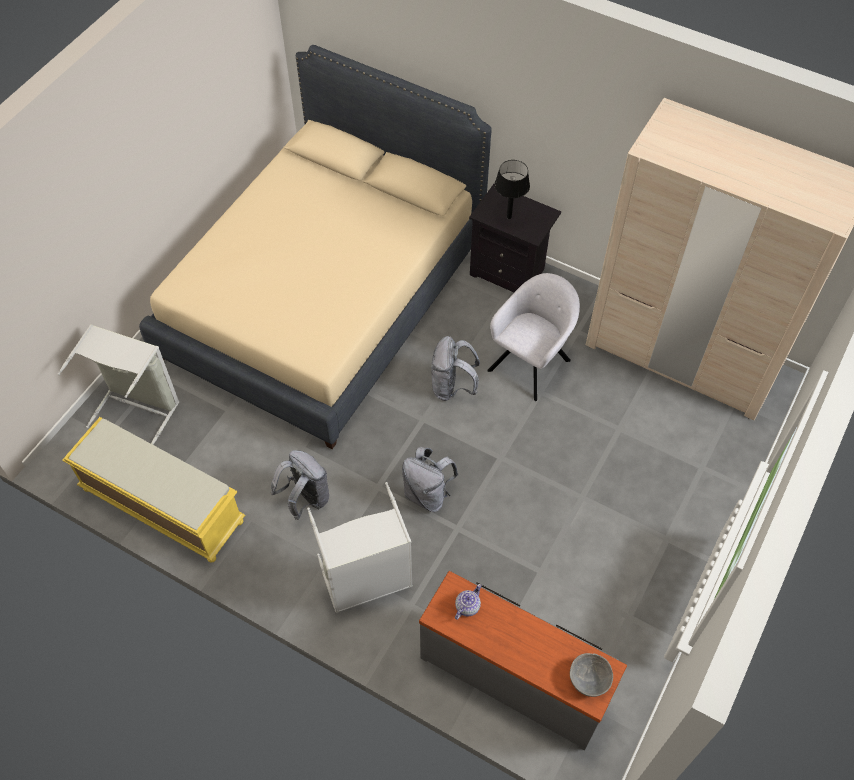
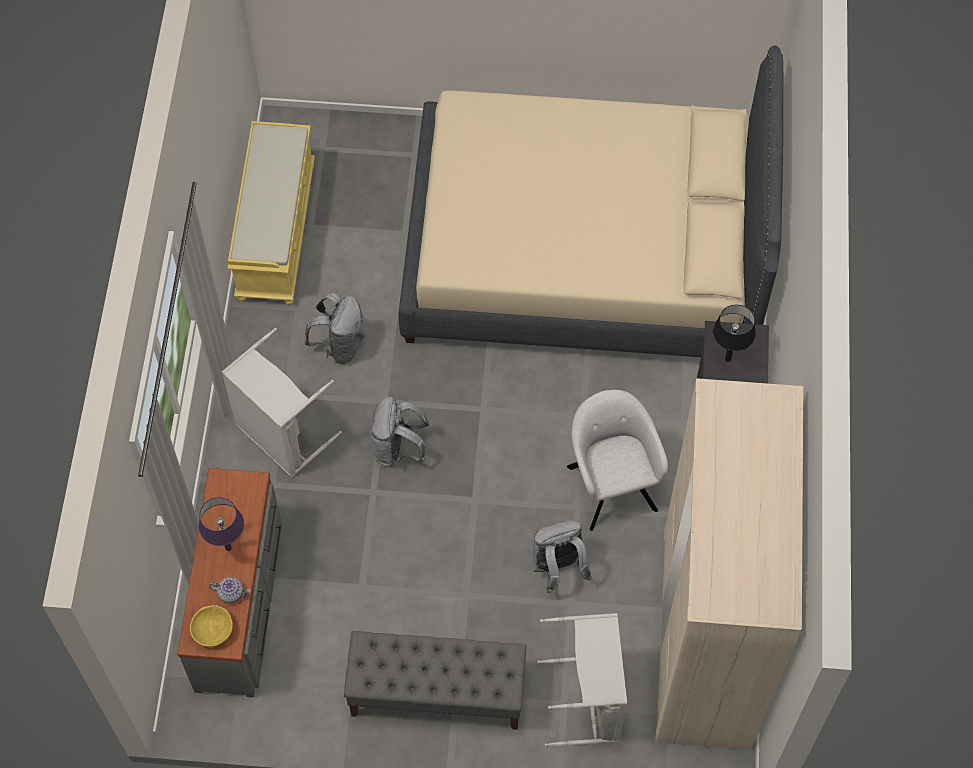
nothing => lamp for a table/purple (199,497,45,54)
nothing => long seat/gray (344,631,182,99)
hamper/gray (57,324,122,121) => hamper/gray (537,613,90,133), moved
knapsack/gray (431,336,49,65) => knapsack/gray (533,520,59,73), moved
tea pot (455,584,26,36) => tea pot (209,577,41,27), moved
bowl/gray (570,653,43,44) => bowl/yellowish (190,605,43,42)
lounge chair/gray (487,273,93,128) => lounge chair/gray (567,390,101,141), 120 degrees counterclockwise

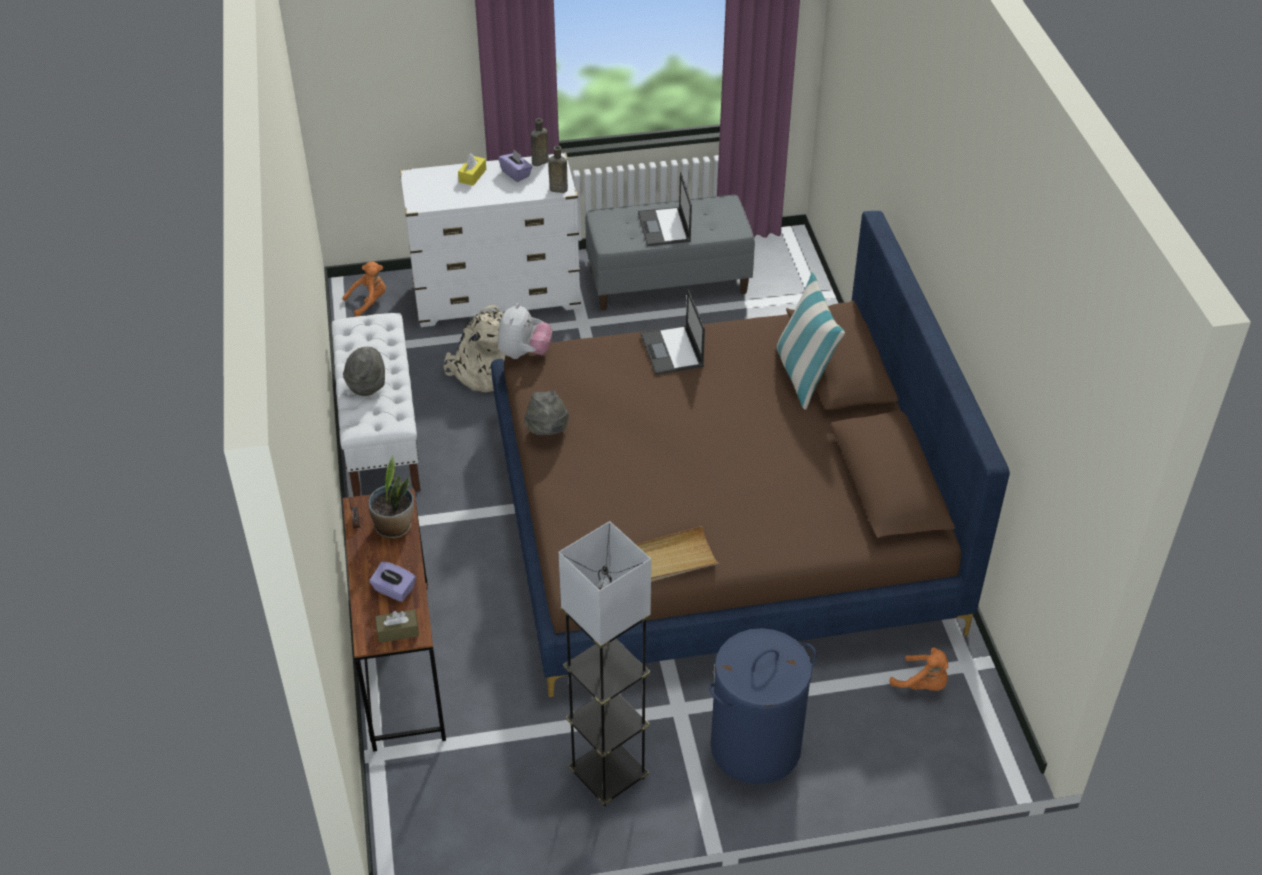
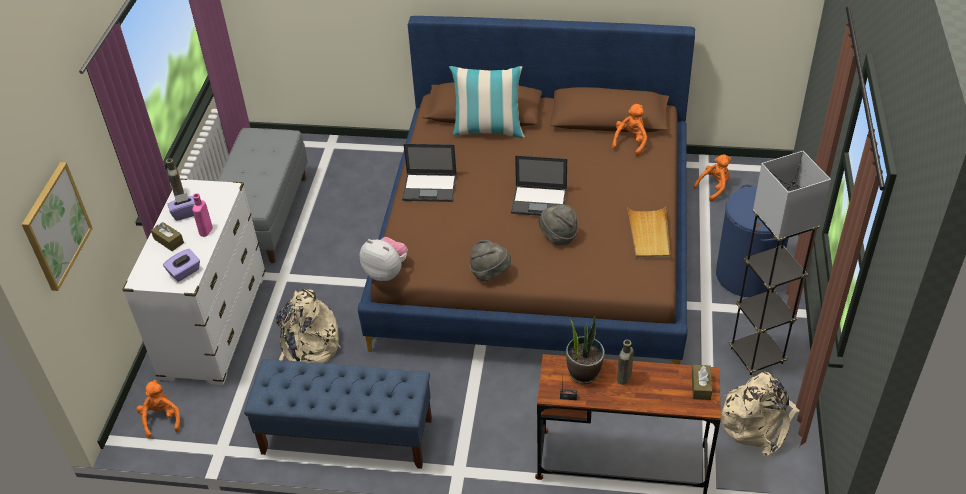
nothing => wall art (22,162,71,129)
nothing => drink bottle/pinkish (192,193,21,44)
nothing => cuddly toy/orange-coloured (612,104,35,52)
nothing => knapsack/beige-coloured (722,372,77,84)
clothing hat/gray (343,347,42,49) => clothing hat/gray (538,204,40,41), moved
tissue holder/purple (369,561,47,41) => tissue holder/purple (163,249,37,33), moved
drink bottle/brownish (548,146,20,47) => drink bottle/brownish (616,340,18,45), moved
notebook computer (638,172,54,74) => notebook computer (511,155,56,61), moved
long seat/white (332,313,89,184) => long seat/bluish (244,359,188,110)
tissue holder/yellowish (458,153,28,33) => tissue holder/brownish (151,222,33,29)

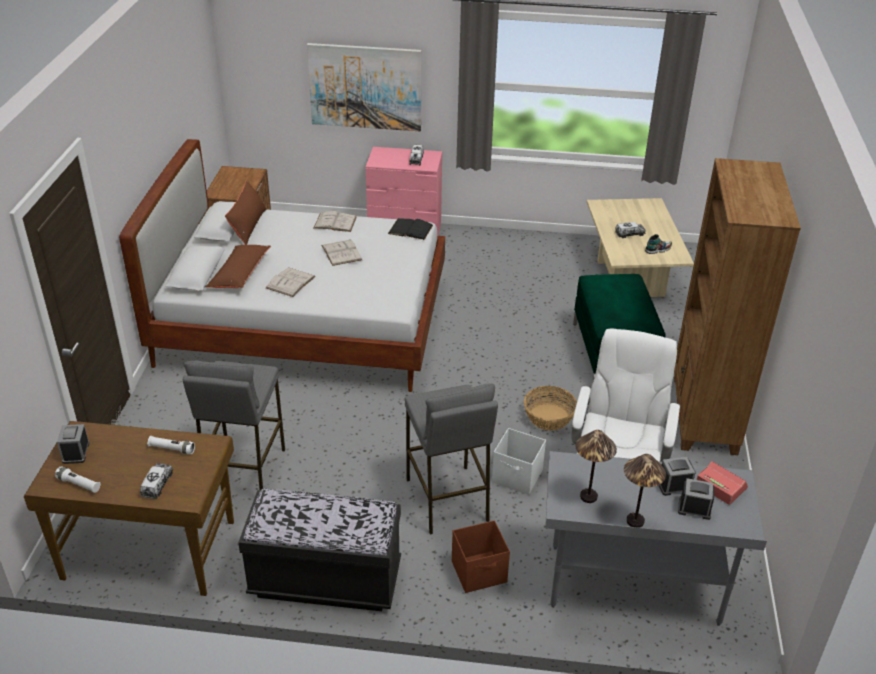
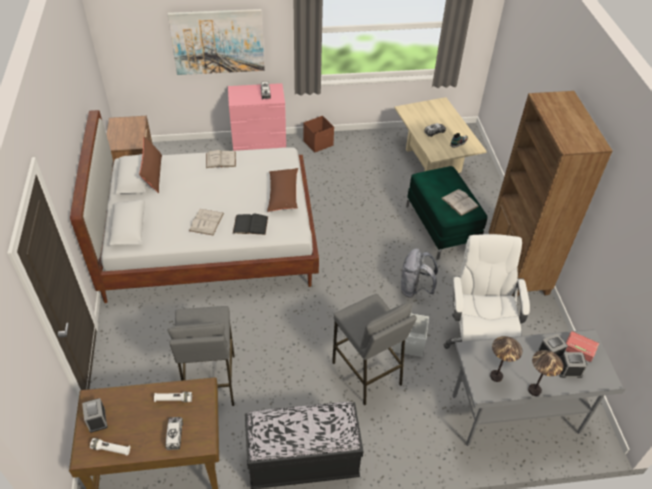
throw pillow/brownish (206,245,65,43) => throw pillow/brownish (267,168,31,44), moved
bound book/white (321,239,41,27) => bound book/white (441,189,38,27), moved
bound book/black (388,218,45,22) => bound book/black (233,214,35,21), moved
storage bin/brownish (452,520,58,73) => storage bin/brownish (304,116,30,37), moved
basket (524,386,53,45) => knapsack/gray (401,248,37,50)

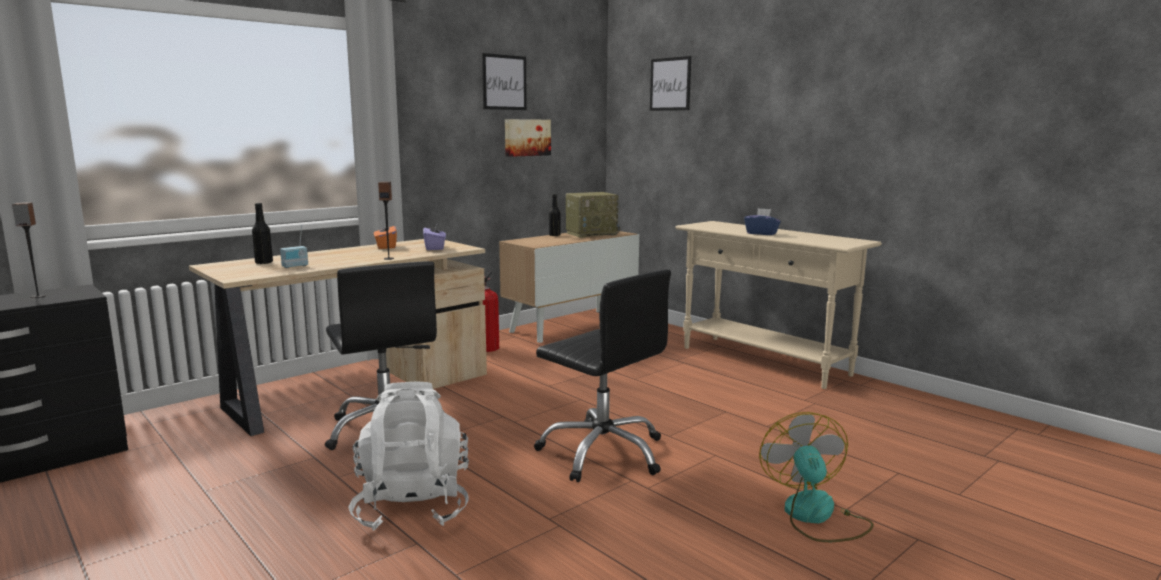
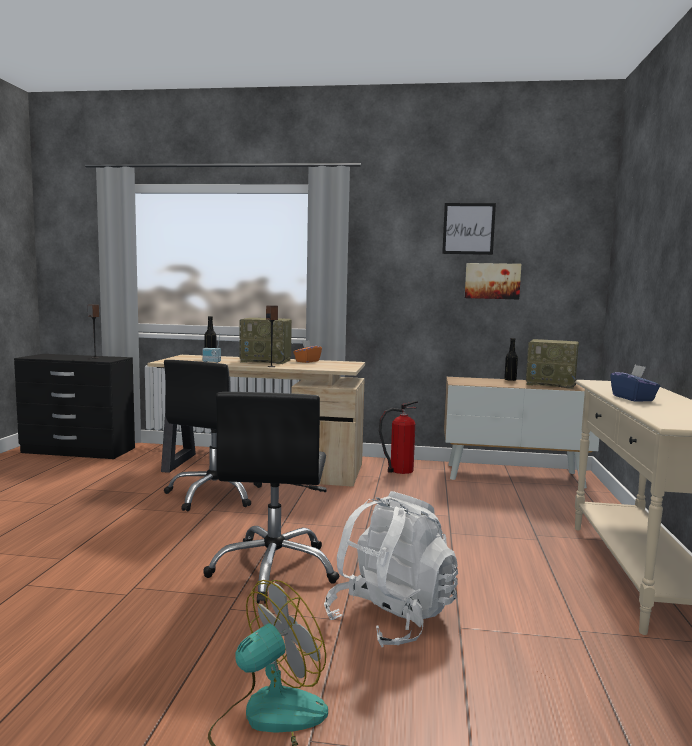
tissue holder/purple (423,222,23,28) => nothing
wall art (650,56,41,55) => nothing
nothing => radio receiver (239,318,53,46)
knapsack/white (348,381,121,150) => knapsack/white (324,491,134,156), moved

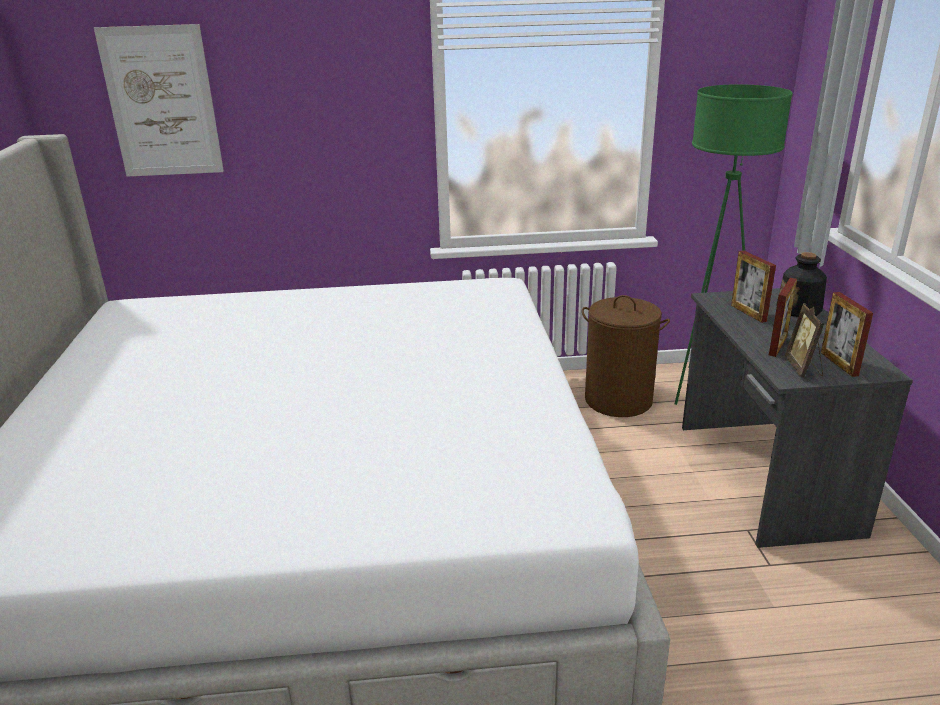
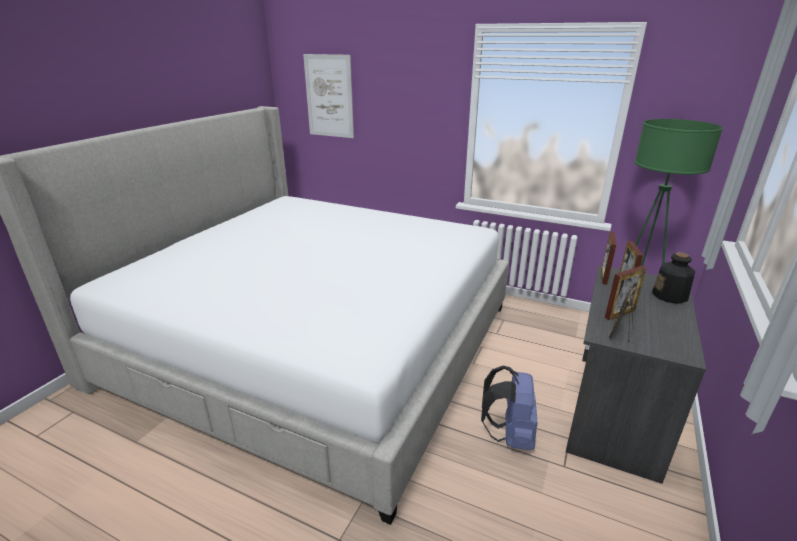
hamper/brownish (582,295,88,122) => nothing
nothing => knapsack/bluish (481,366,57,84)
standing frame (821,292,52,85) => standing frame (601,232,15,53), moved

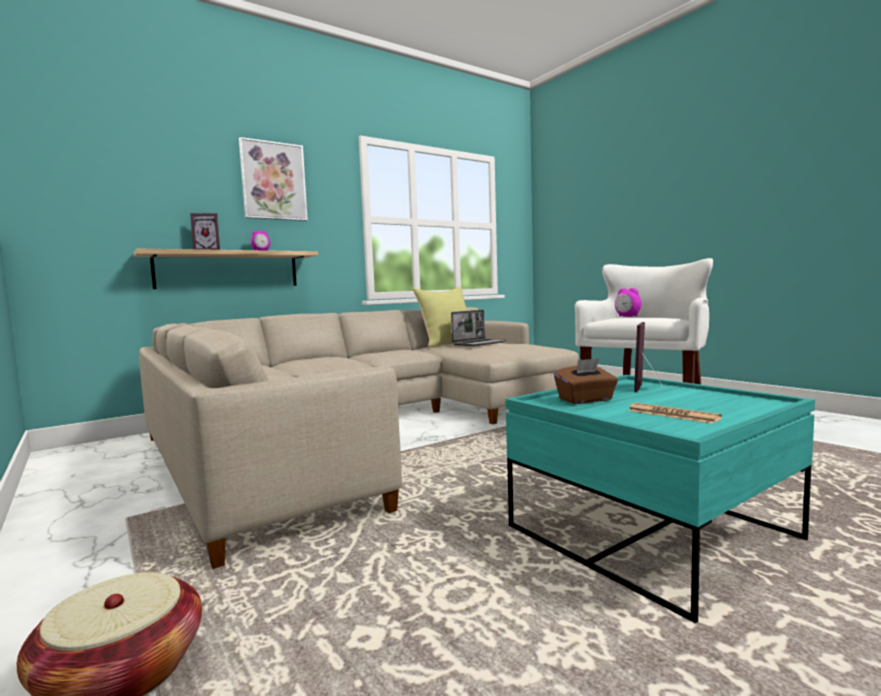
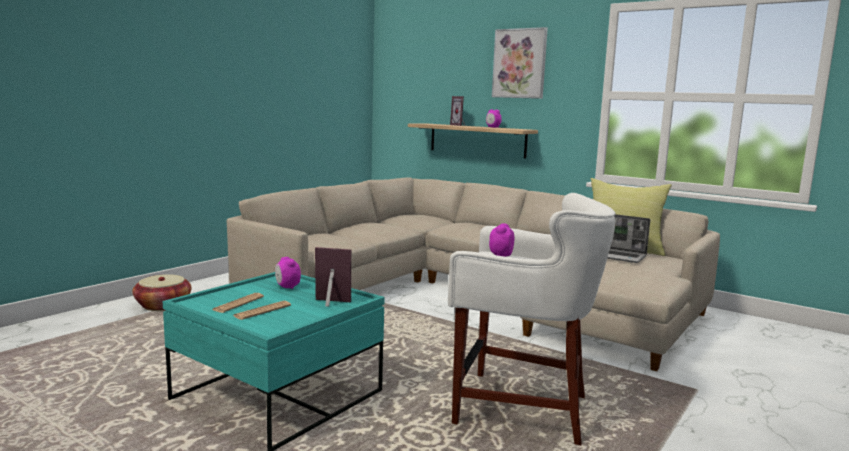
nothing => newspaper (234,301,57,19)
tissue holder/brownish (554,358,64,46) => table clock (275,257,26,32)

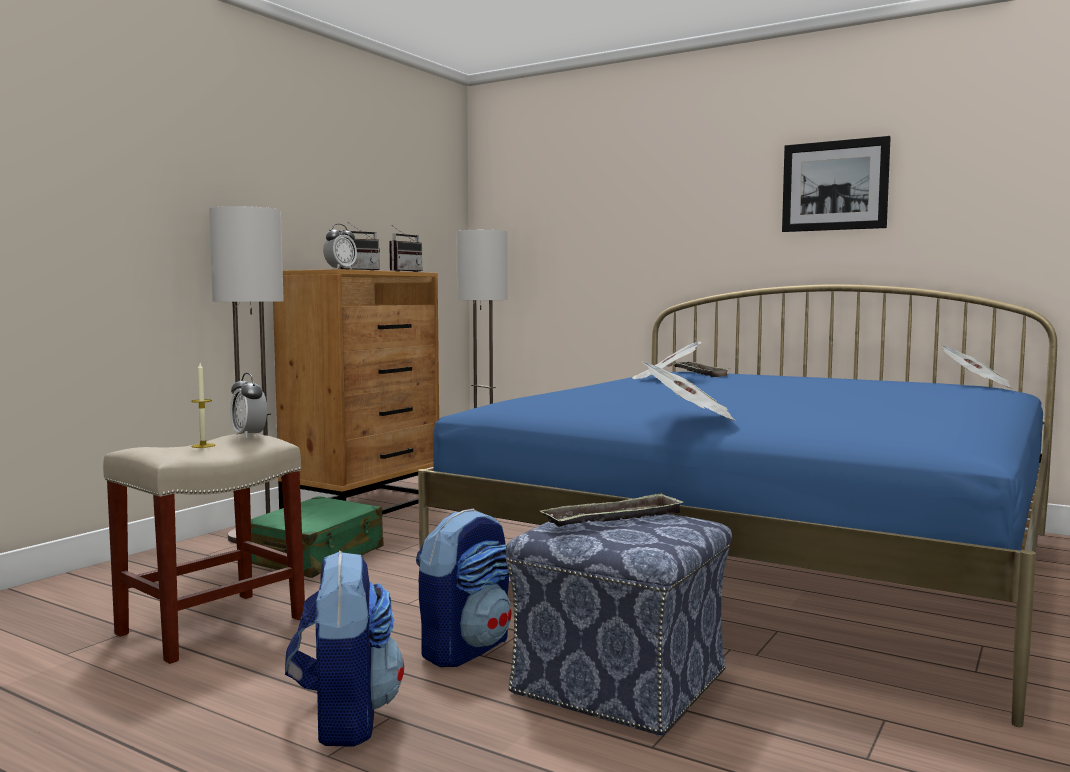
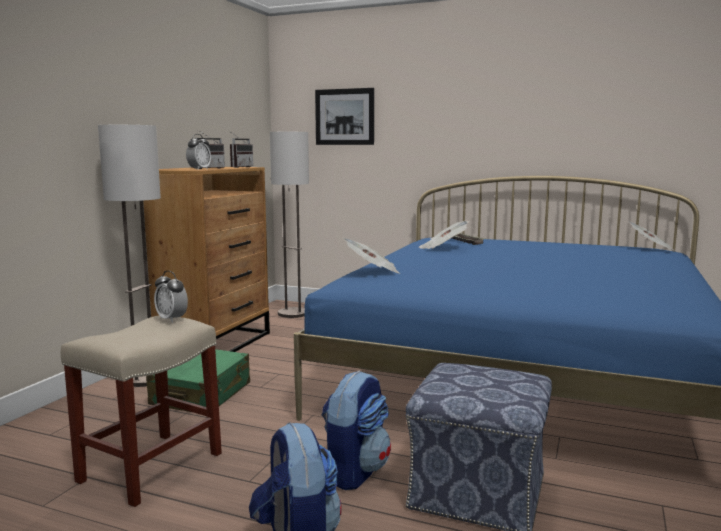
wax light (191,363,24,85) => nothing
serving tray (540,493,144,34) => nothing
newspaper (641,361,95,60) => newspaper (343,238,57,36), moved
wall art (782,136,109,96) => wall art (315,88,59,57), moved

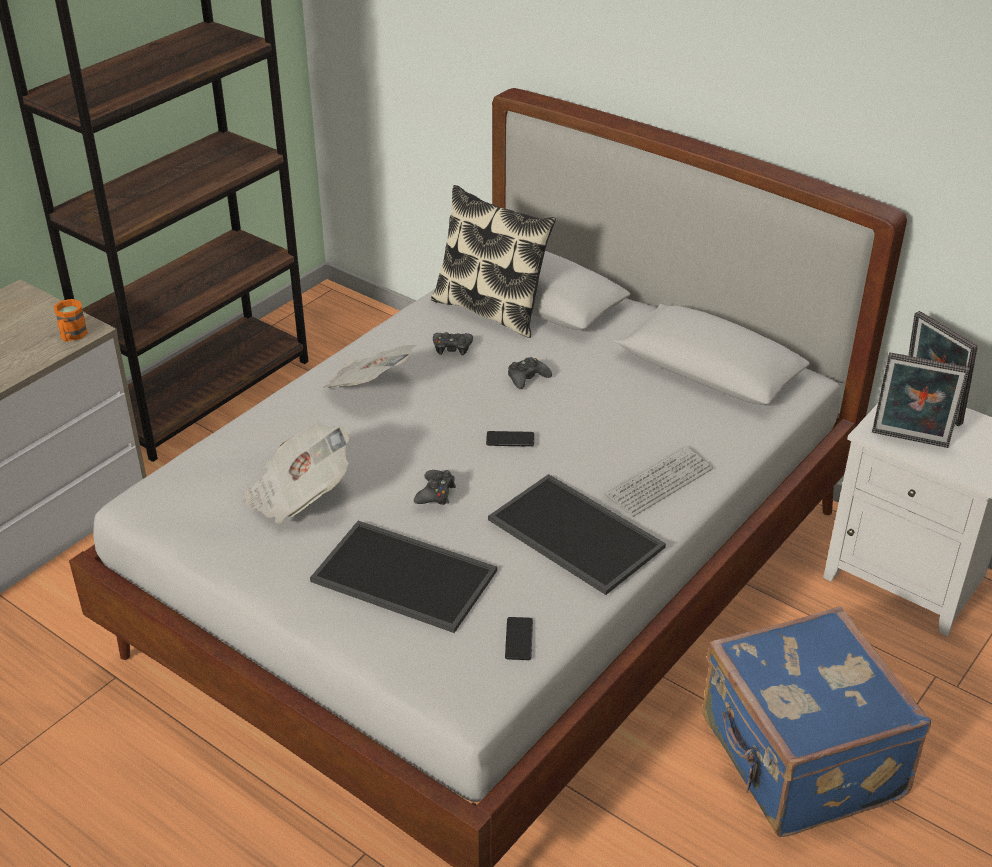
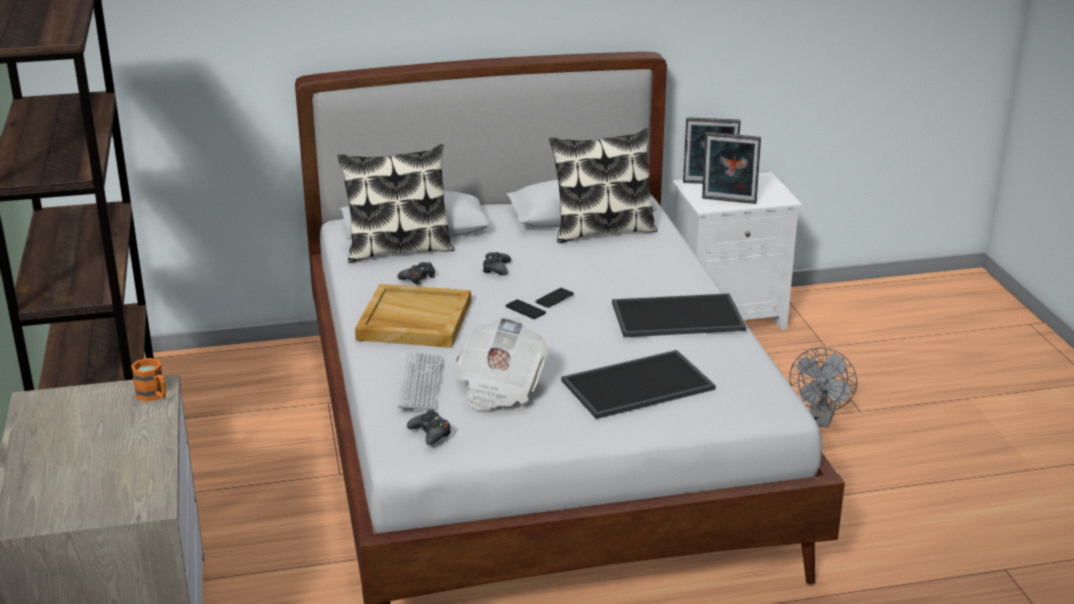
nothing => throw pillow (549,128,108,115)
game controller/black (414,470,42,35) => game controller/black (407,409,44,37), moved
telephone (505,617,28,43) => telephone (506,299,40,20), moved
keyboard (604,445,109,72) => keyboard (398,352,44,58), moved
newspaper (323,345,93,43) => serving tray/beige-coloured (355,284,116,64)
travel case/bluish (702,606,229,231) => fan/gray (789,348,68,80)
standing frame (872,352,98,96) => standing frame (702,132,59,72), 45 degrees clockwise

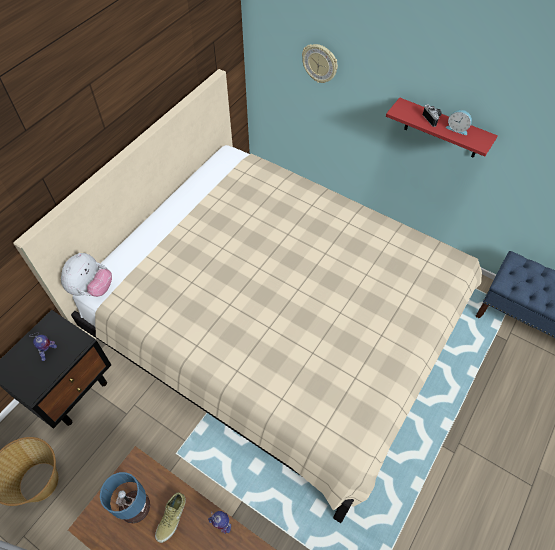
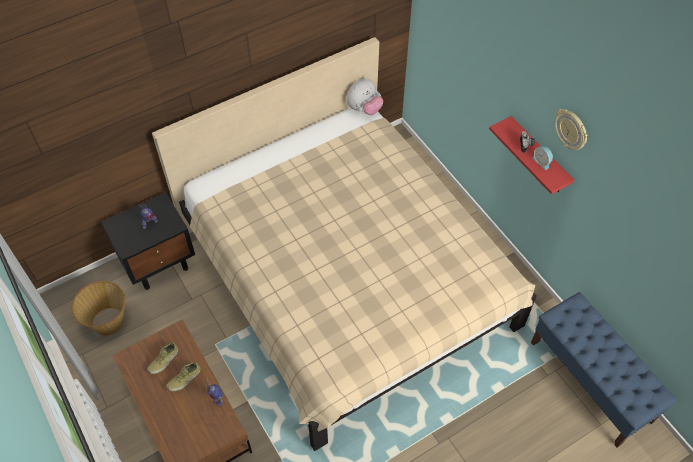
cuddly toy (61,253,51,44) => cuddly toy (346,78,37,37), moved
hanging clock (302,44,36,39) => hanging clock (555,109,33,41), moved
lamp for a table (100,472,50,51) => shoe/beige-coloured (148,342,30,32)

